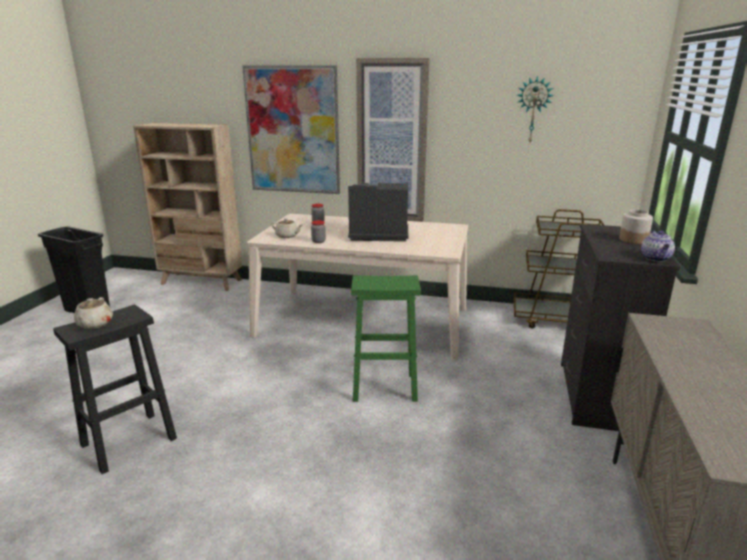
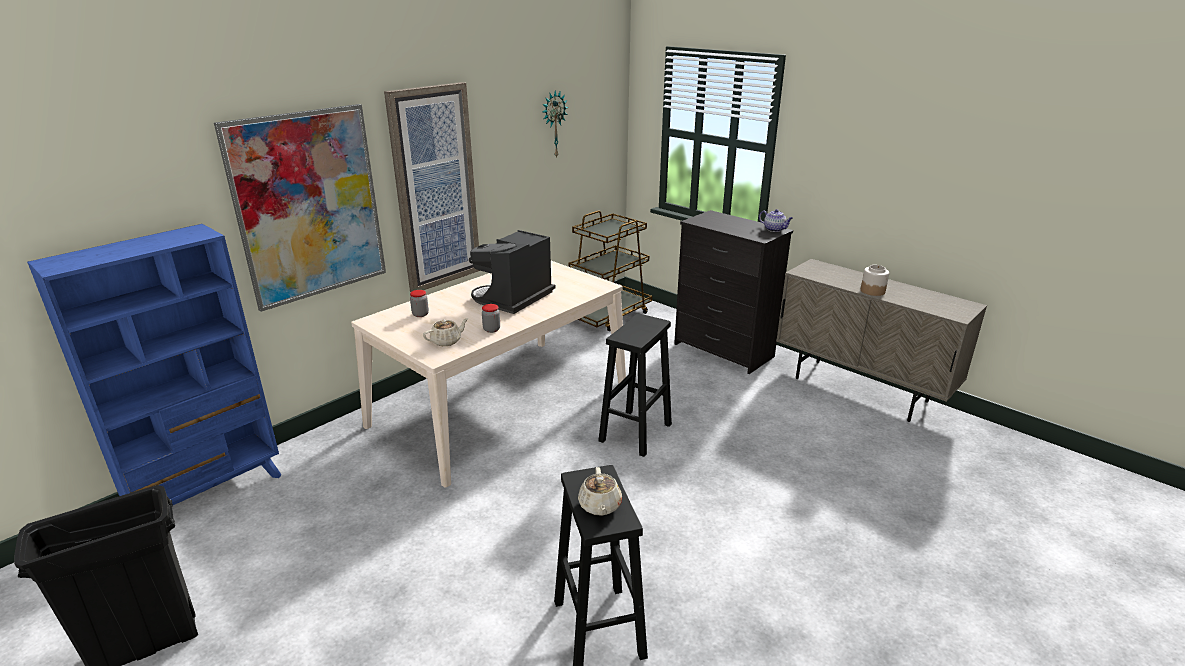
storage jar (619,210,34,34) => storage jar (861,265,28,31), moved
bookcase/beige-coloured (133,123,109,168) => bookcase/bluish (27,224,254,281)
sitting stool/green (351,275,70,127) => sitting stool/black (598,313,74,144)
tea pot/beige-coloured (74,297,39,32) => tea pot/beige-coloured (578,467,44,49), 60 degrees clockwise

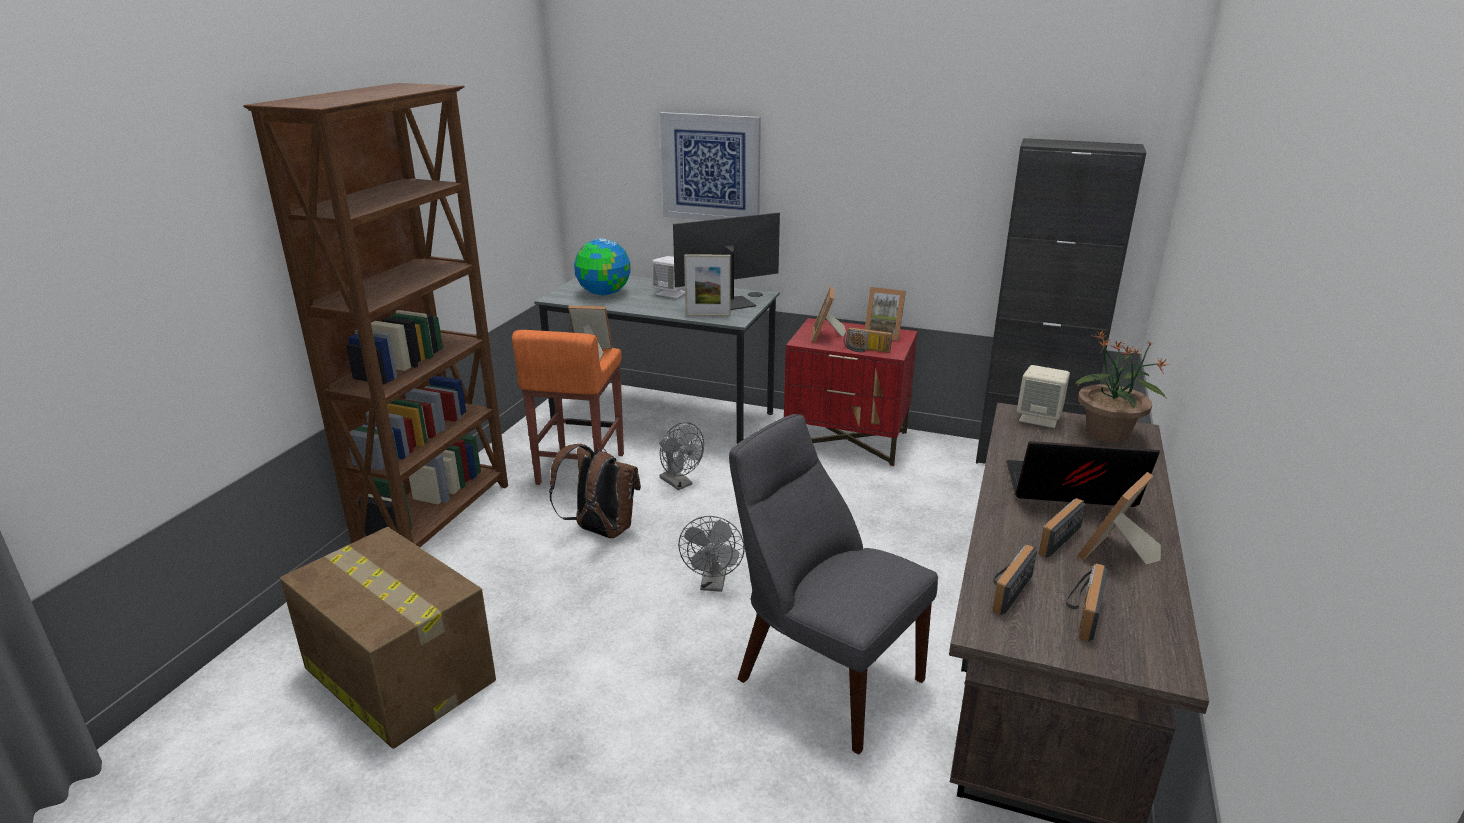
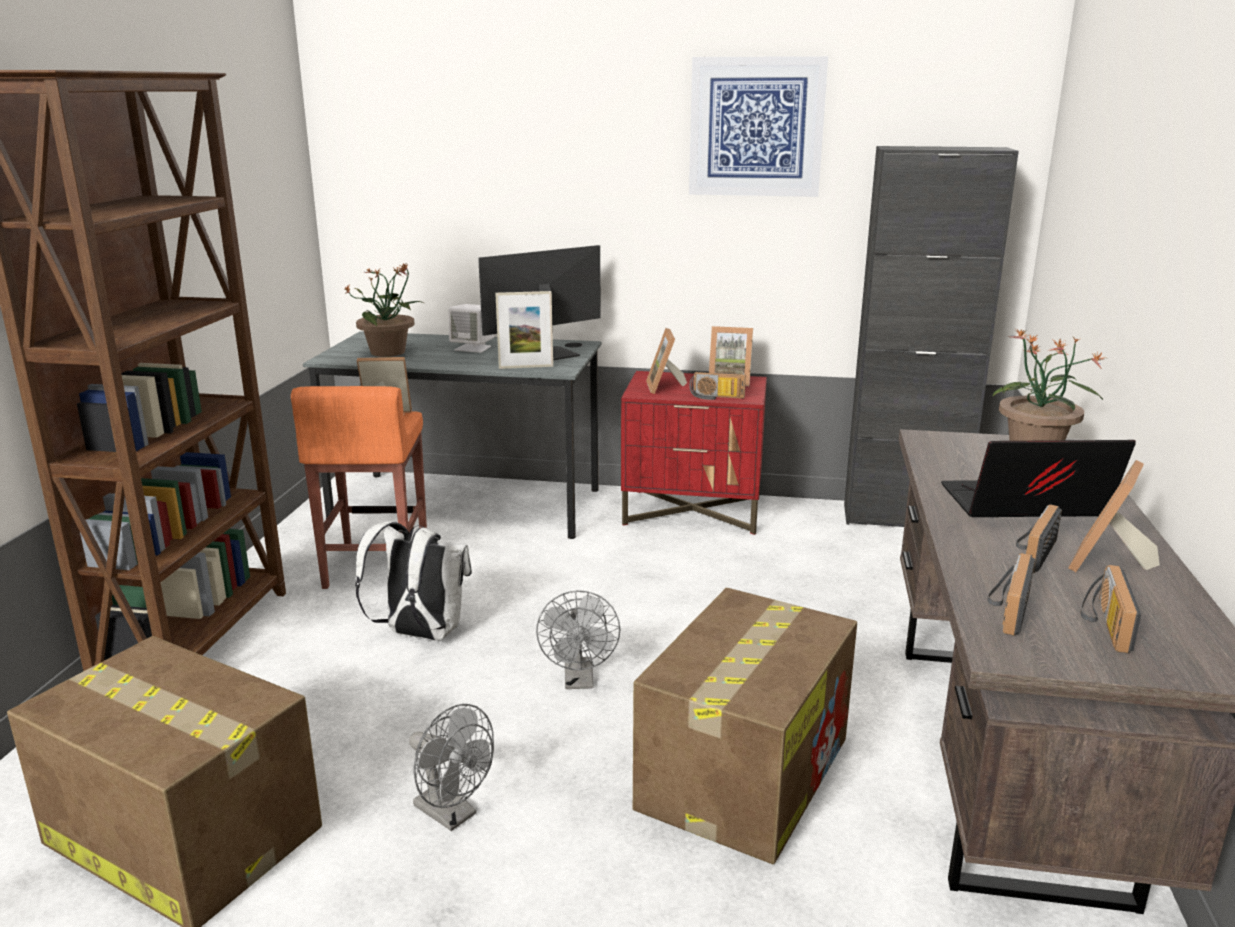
speaker/beige-coloured (1017,365,53,63) => nothing
fan/gray (659,422,45,68) => fan/gray (409,704,85,127), moved
wall art (660,112,101,108) => wall art (689,56,139,141), moved
desk globe (574,238,57,58) => plant in a pot (343,262,80,95)
plain chair/gray (729,414,209,340) => packing box (633,588,224,276)
knapsack/brownish (549,444,92,94) => knapsack/white (355,521,117,120)

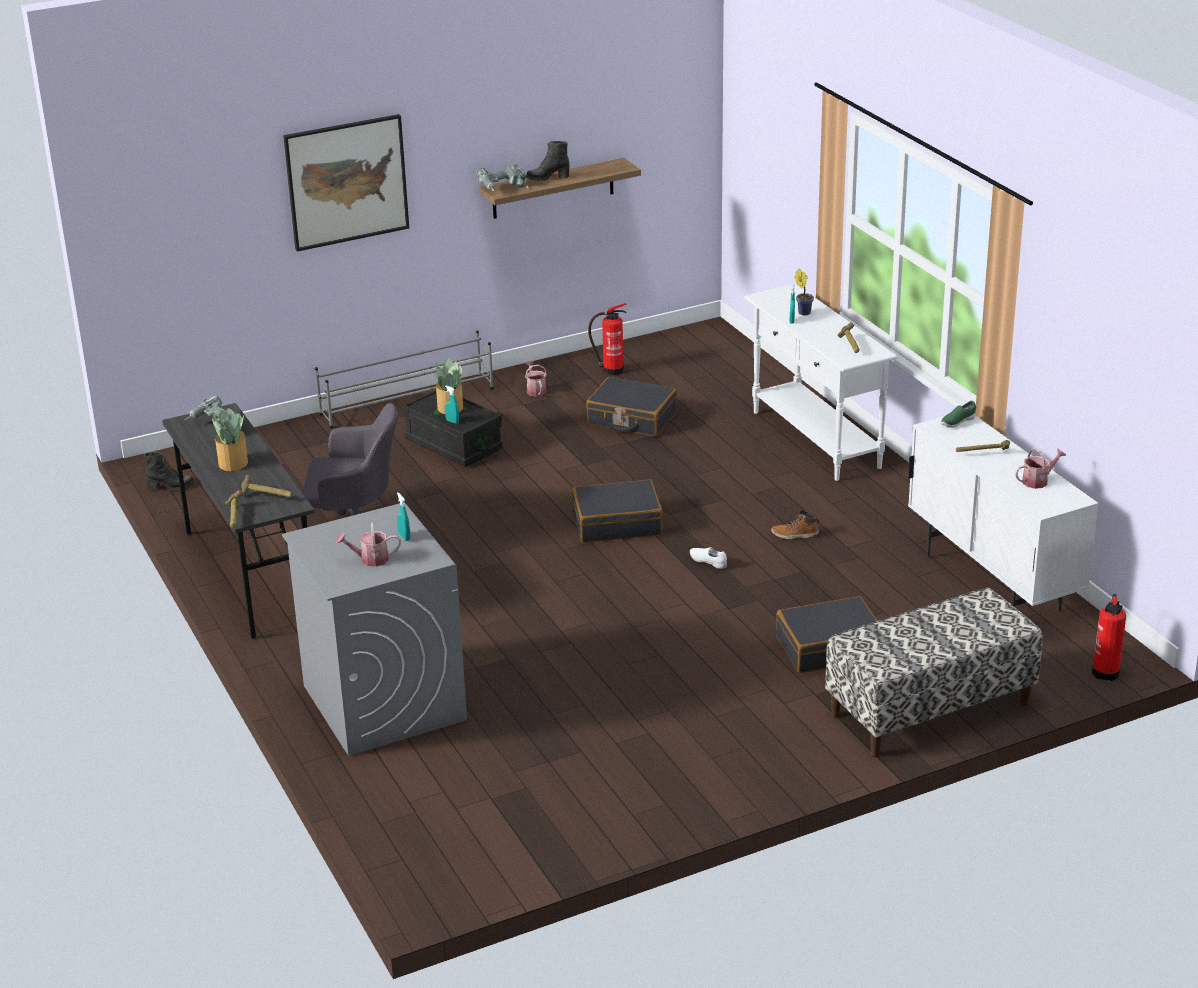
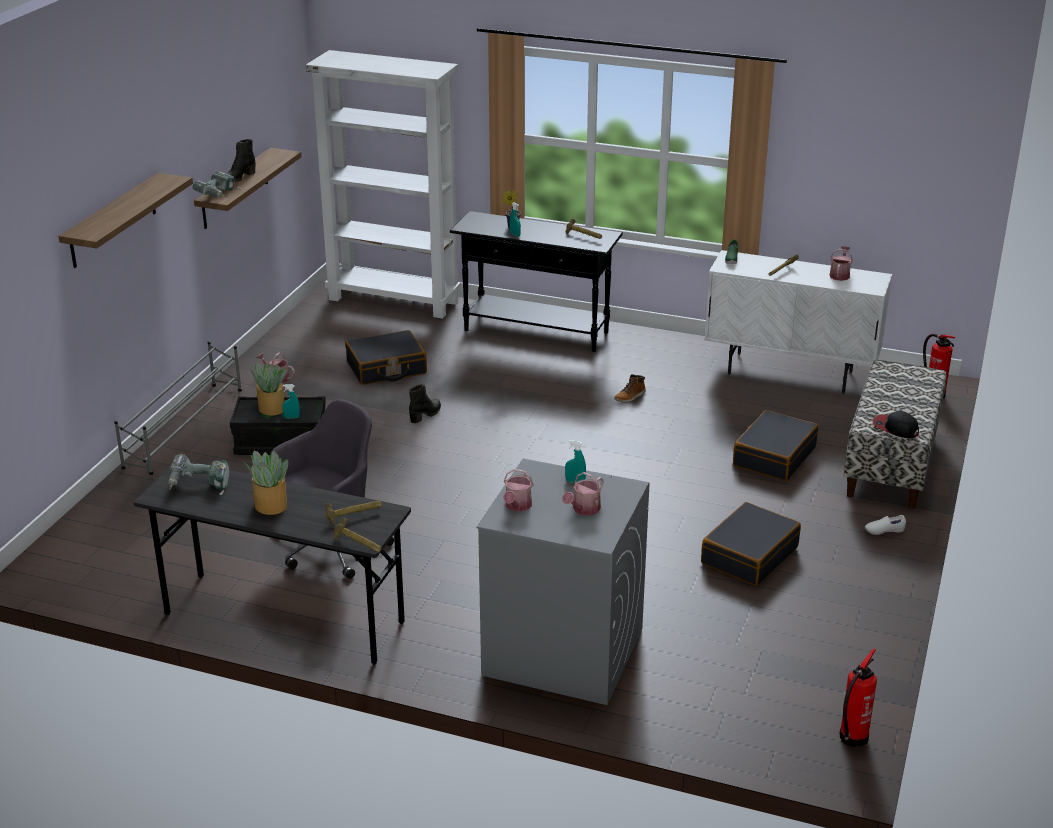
nothing => bookcase/white (306,50,155,268)
nothing => sprinkling can (503,469,30,43)
nothing => peaked cap (873,411,46,27)
boot/black (144,452,50,39) => boot/black (409,384,32,39), moved
travel case/black (572,479,91,64) => travel case/black (701,502,100,84), moved
fire extinguisher (588,303,38,73) => fire extinguisher (839,648,38,99), moved
shoe/white (690,547,37,22) => shoe/white (864,515,42,20), moved
wall art (283,114,126,138) => shelf (59,173,134,95)
narrow table/white (744,284,154,197) => narrow table/black (450,211,173,141)

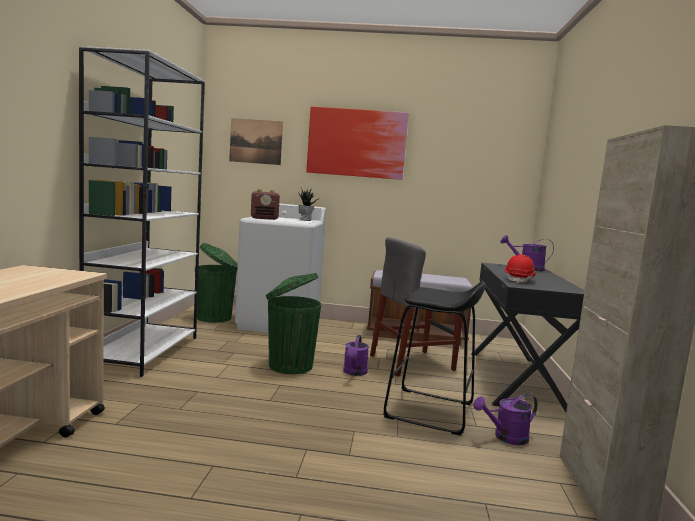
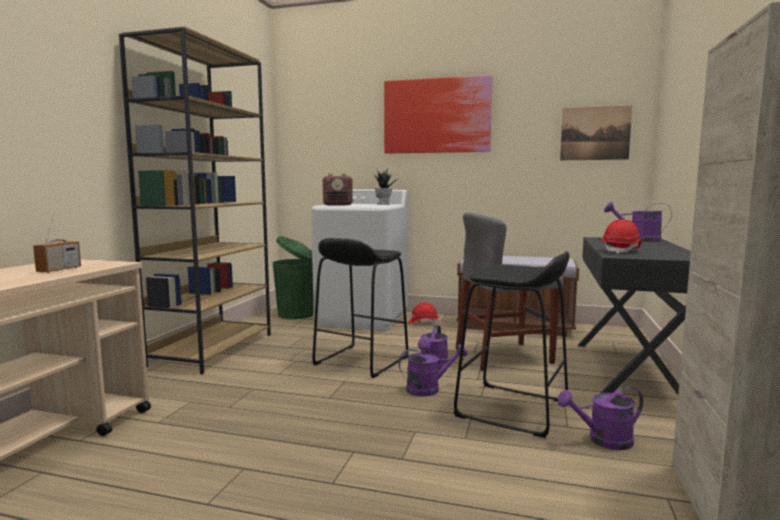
nothing => radio receiver (33,213,48,60)
nothing => sprinkling can/purple (399,344,68,53)
nothing => work helmet/red (408,302,30,22)
wall art (229,118,54,47) => wall art (560,106,72,54), moved
rubbish bin/green (266,273,55,101) => sitting stool/black (312,238,97,140)
bookcase/white (79,46,126,331) => bookcase/brownish (119,26,152,348)

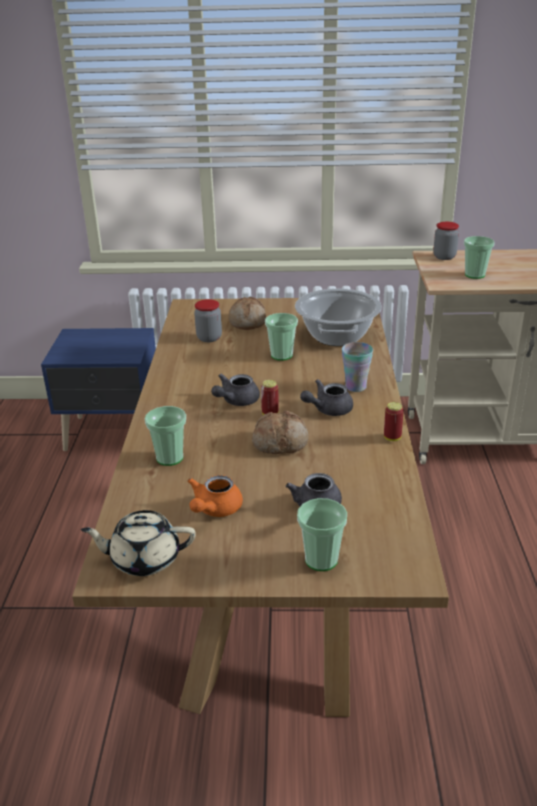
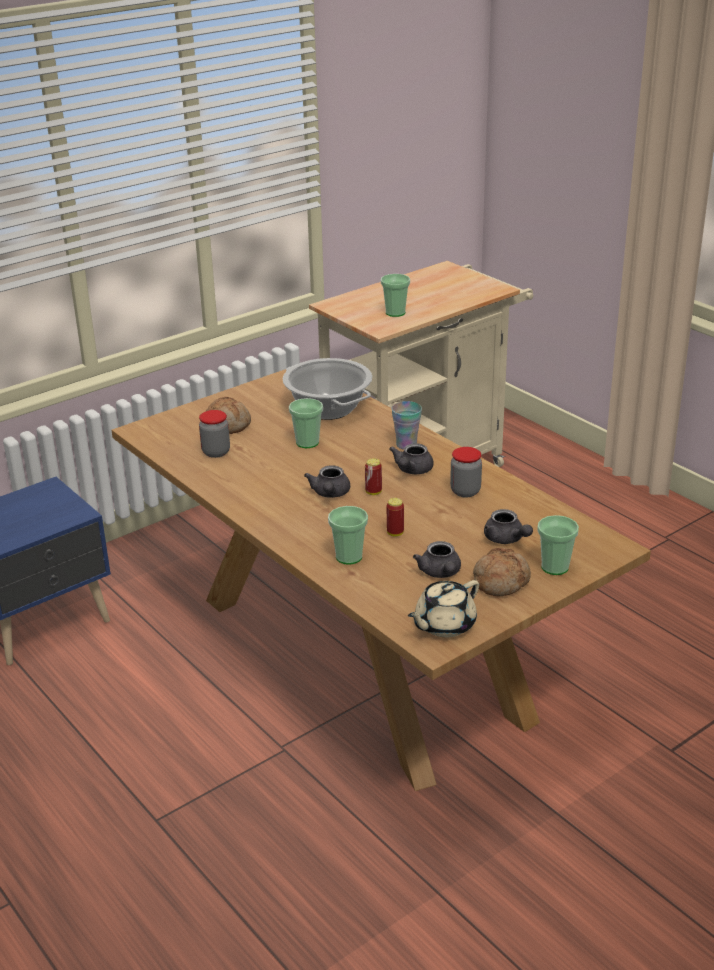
bread (252,410,56,44) => bread (473,548,58,48), moved
metal can (384,402,20,39) => metal can (387,498,17,38), moved
storage jar (433,222,26,38) => storage jar (450,447,32,50), moved
tea pot/orange-coloured (187,475,56,42) => tea pot/gray (413,541,48,37)

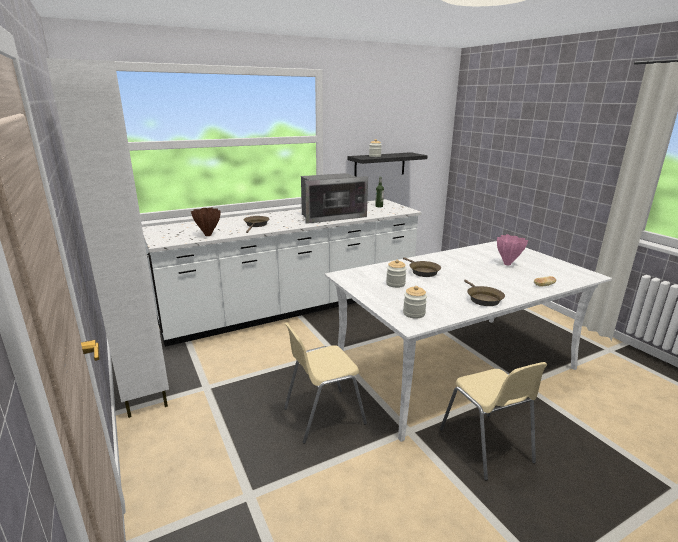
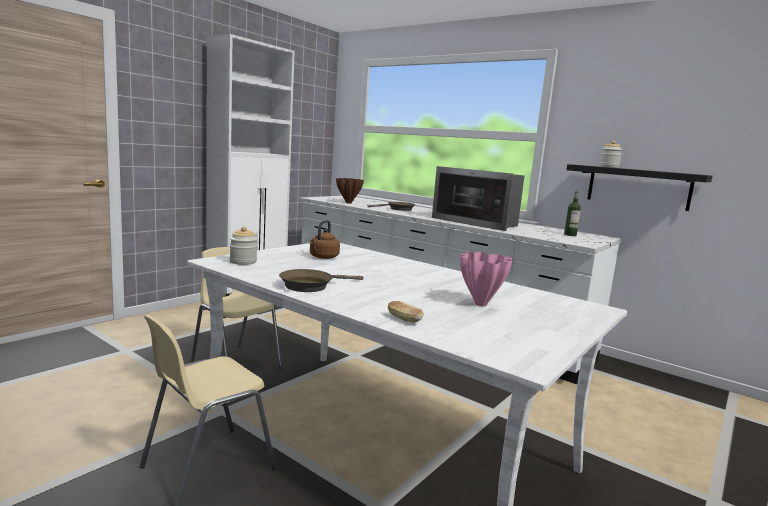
frying pan/brownish (403,257,38,20) => nothing
storage jar (386,259,21,29) => water kettle/brownish (310,220,30,39)

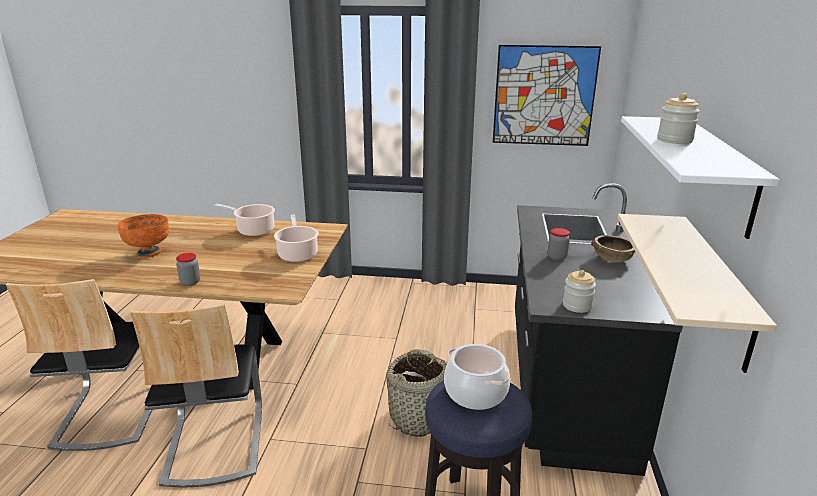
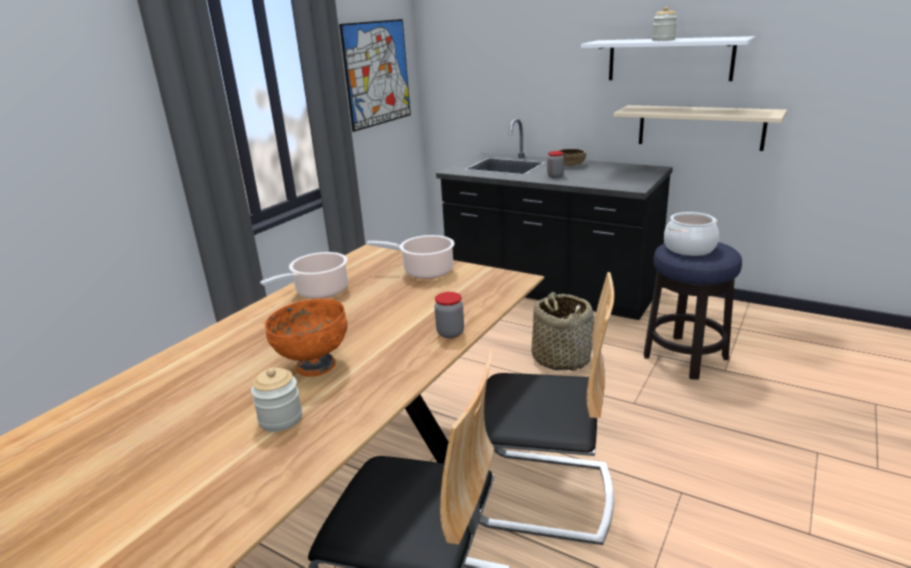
storage jar (563,270,33,43) => storage jar (251,368,51,64), moved

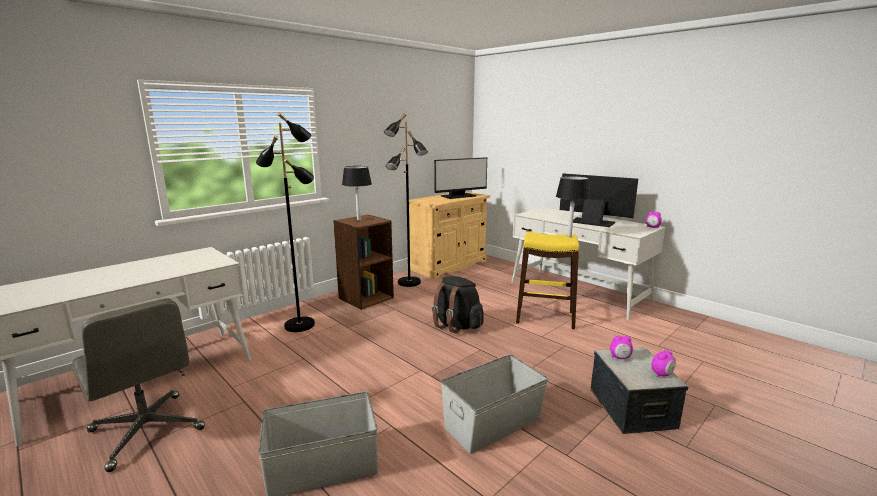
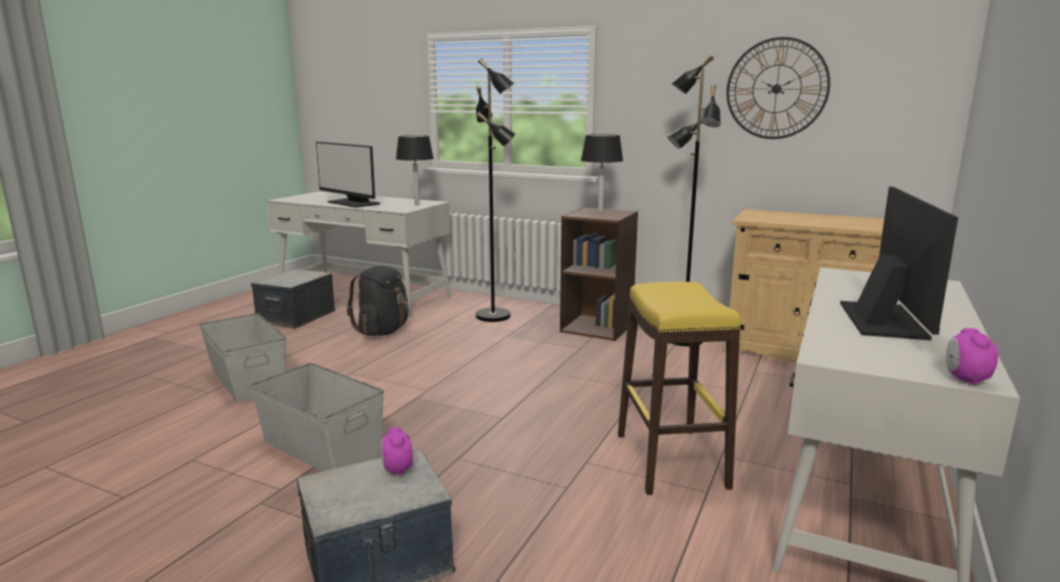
table clock (652,350,24,27) => nothing
nothing => hanging clock (726,37,104,102)
knapsack/black (432,276,52,57) => knapsack/black (347,266,62,70), moved
monitor (434,157,53,42) => monitor (316,142,64,66), moved
lamp for a table/black (556,176,34,61) => lamp for a table/black (396,135,38,71), moved
desk chair/gray (72,298,133,174) => storage bin (251,269,84,60)

